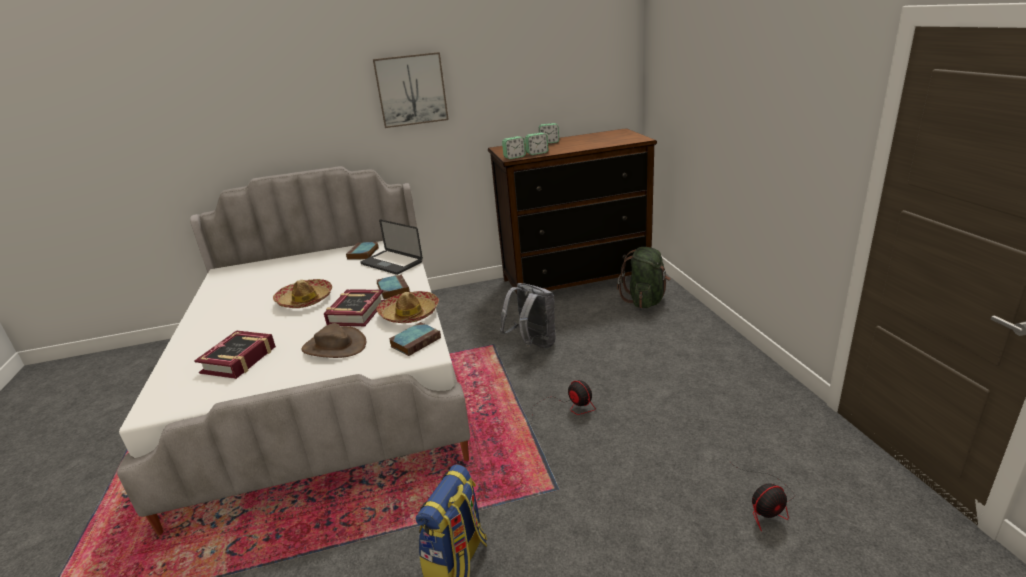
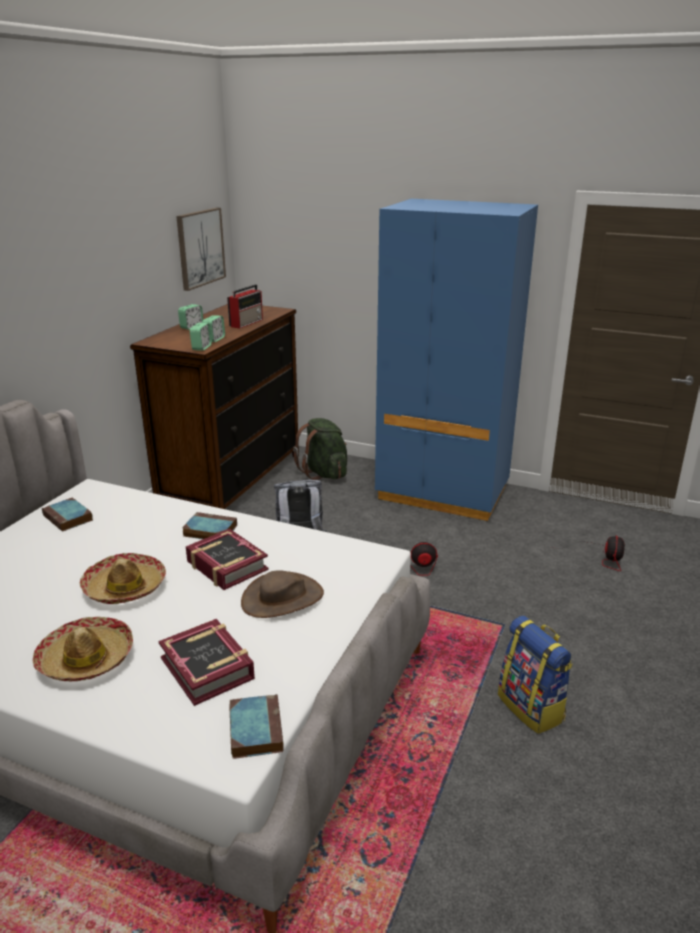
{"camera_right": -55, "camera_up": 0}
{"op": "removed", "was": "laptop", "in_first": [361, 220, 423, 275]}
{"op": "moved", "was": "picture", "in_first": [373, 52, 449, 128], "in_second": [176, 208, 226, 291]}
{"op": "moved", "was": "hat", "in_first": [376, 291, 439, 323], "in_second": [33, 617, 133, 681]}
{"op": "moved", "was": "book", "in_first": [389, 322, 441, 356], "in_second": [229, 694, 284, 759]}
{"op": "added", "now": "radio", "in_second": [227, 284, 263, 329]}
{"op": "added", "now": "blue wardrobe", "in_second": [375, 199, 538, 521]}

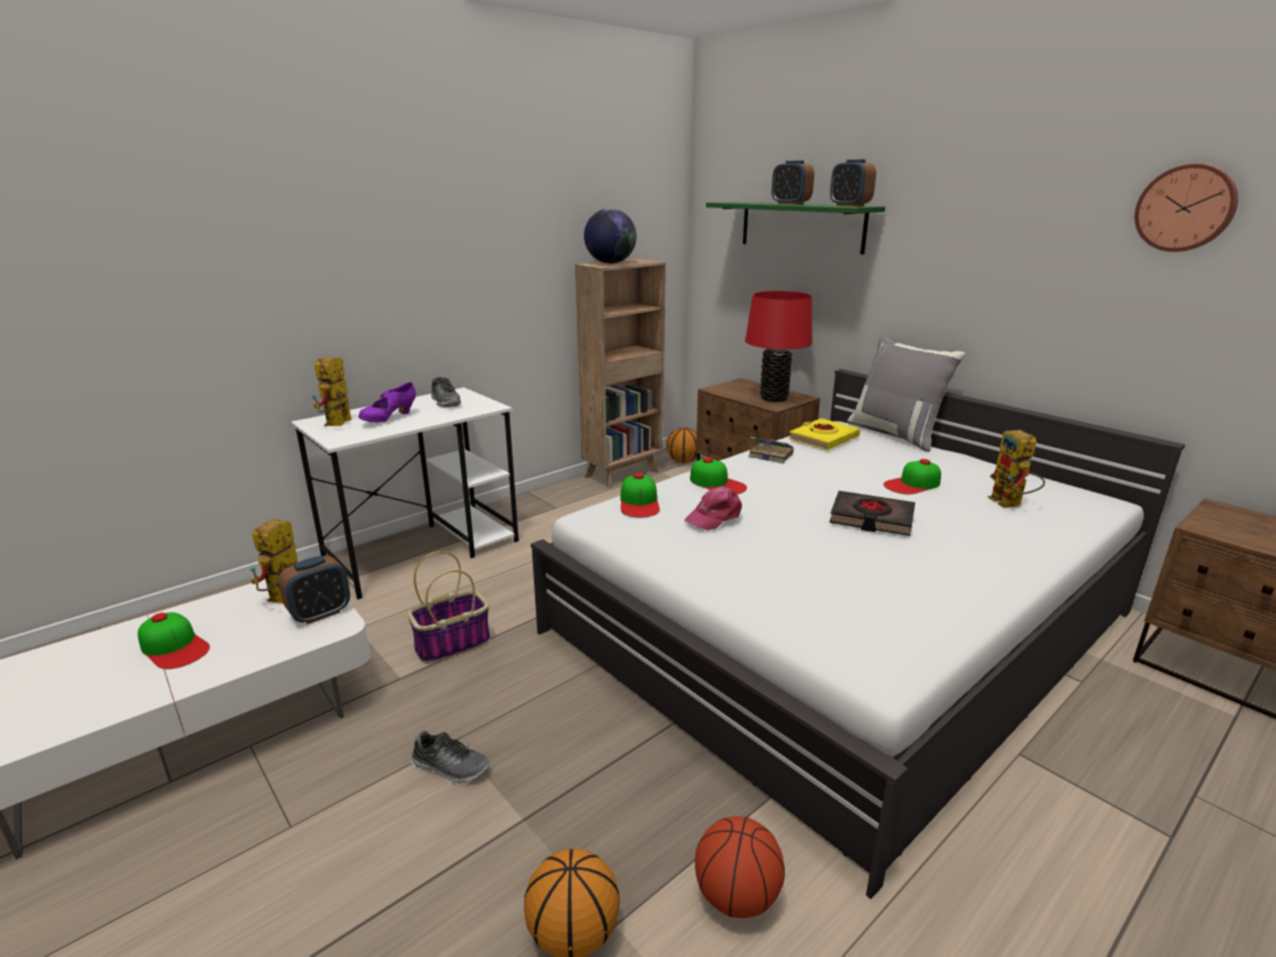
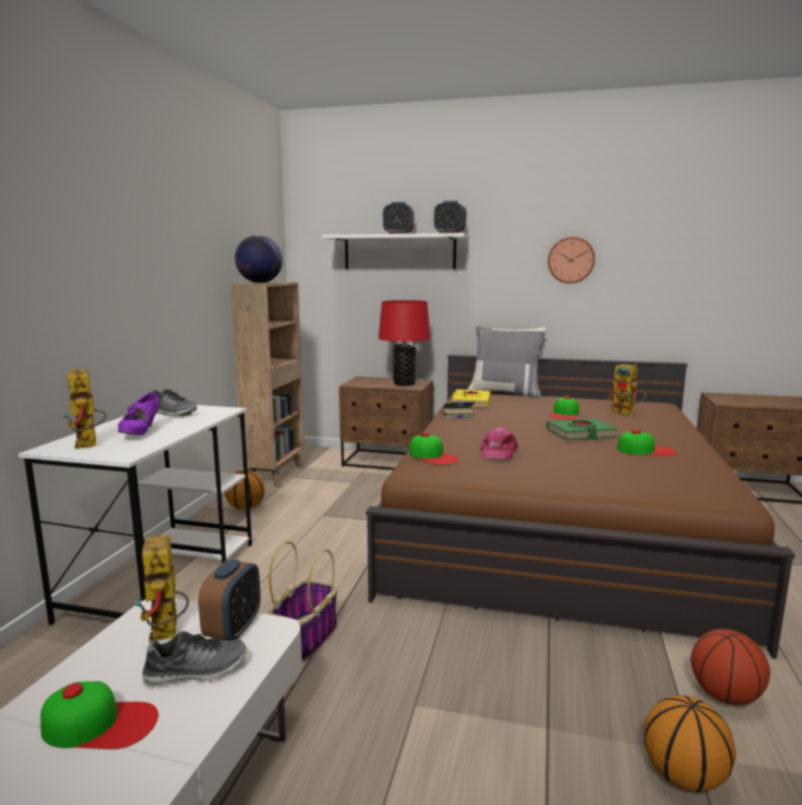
{"camera_right": -35, "camera_up": -10}
{"op": "moved", "was": "shoe", "in_first": [411, 731, 490, 784], "in_second": [142, 631, 247, 688]}
{"op": "recoloured", "was": "white bed", "now": "brown bed", "in_first": [531, 369, 1185, 899], "in_second": [366, 354, 795, 659]}
{"op": "moved", "was": "basketball", "in_first": [666, 427, 697, 463], "in_second": [225, 470, 265, 510]}
{"op": "moved", "was": "cap", "in_first": [690, 457, 747, 494], "in_second": [617, 429, 677, 456]}
{"op": "recoloured", "was": "green shelf", "now": "white shelf", "in_first": [706, 202, 885, 254], "in_second": [322, 233, 469, 269]}
{"op": "recoloured", "was": "black book", "now": "green book", "in_first": [829, 491, 915, 536], "in_second": [546, 418, 618, 440]}
{"op": "moved", "was": "wall clock", "in_first": [1135, 164, 1238, 252], "in_second": [548, 237, 595, 284]}

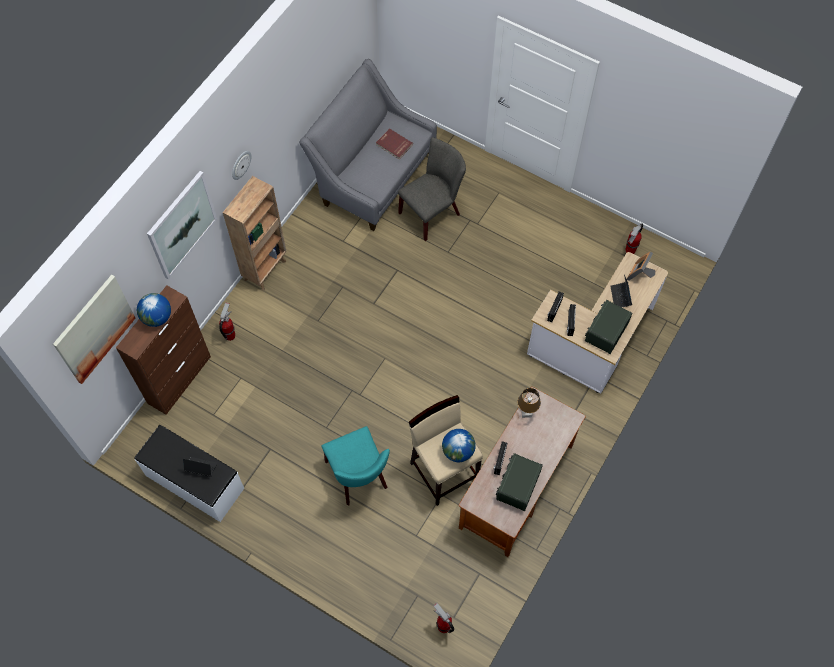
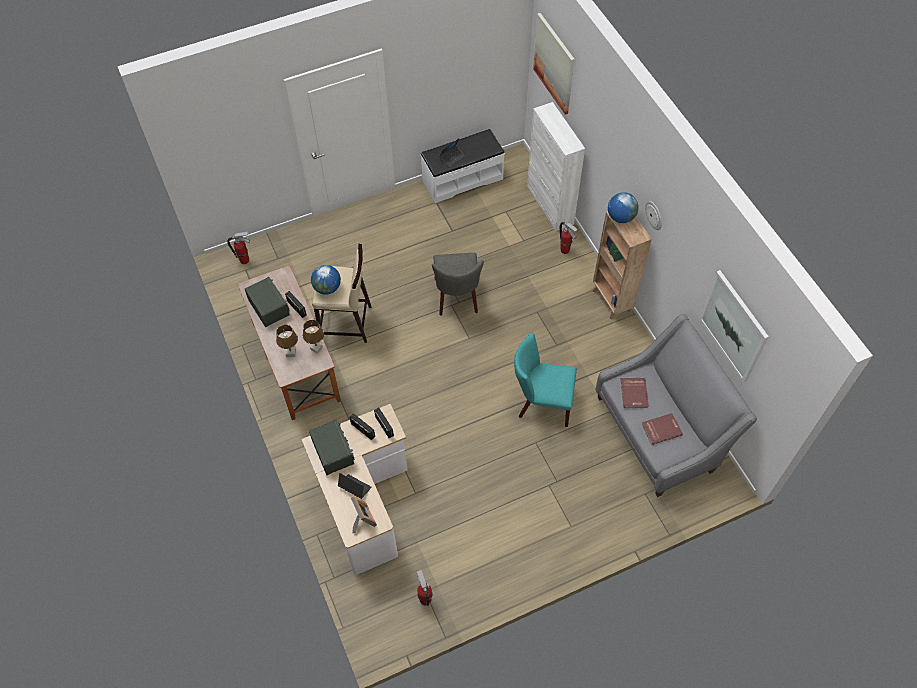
{"camera_right": 125, "camera_up": -5}
{"op": "recoloured", "was": "brown cabinet", "now": "white cabinet", "in_first": [116, 285, 211, 415], "in_second": [527, 102, 585, 231]}
{"op": "moved", "was": "globe", "in_first": [137, 293, 171, 327], "in_second": [608, 192, 639, 223]}
{"op": "moved", "was": "picture", "in_first": [147, 171, 217, 279], "in_second": [699, 270, 769, 382]}
{"op": "moved", "was": "turquoise chair", "in_first": [322, 426, 390, 505], "in_second": [514, 332, 577, 427]}
{"op": "moved", "was": "grey chair", "in_first": [398, 137, 466, 241], "in_second": [432, 253, 484, 316]}
{"op": "added", "now": "brown table lamp", "in_second": [276, 325, 298, 357]}
{"op": "added", "now": "red book", "in_second": [621, 378, 649, 408]}

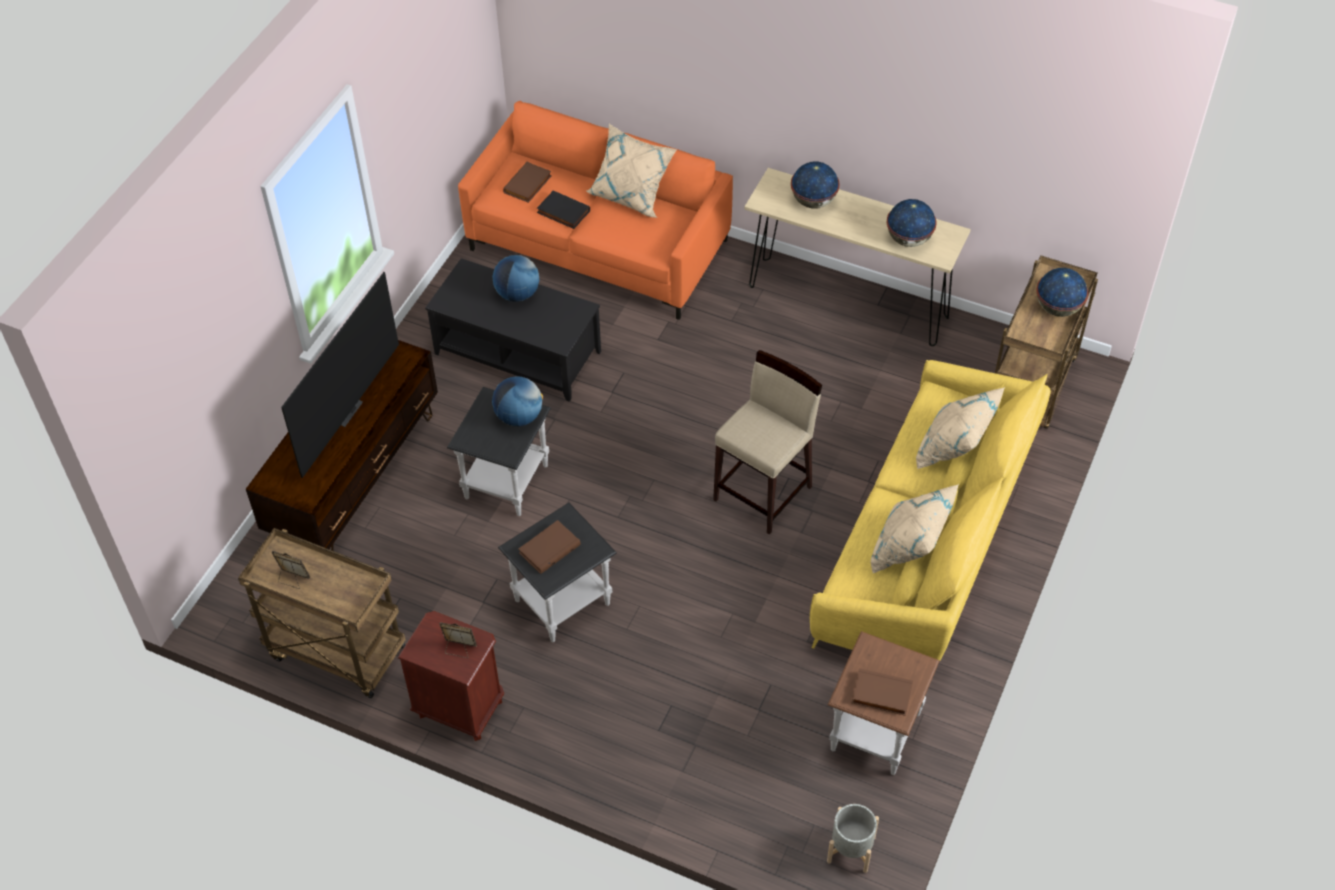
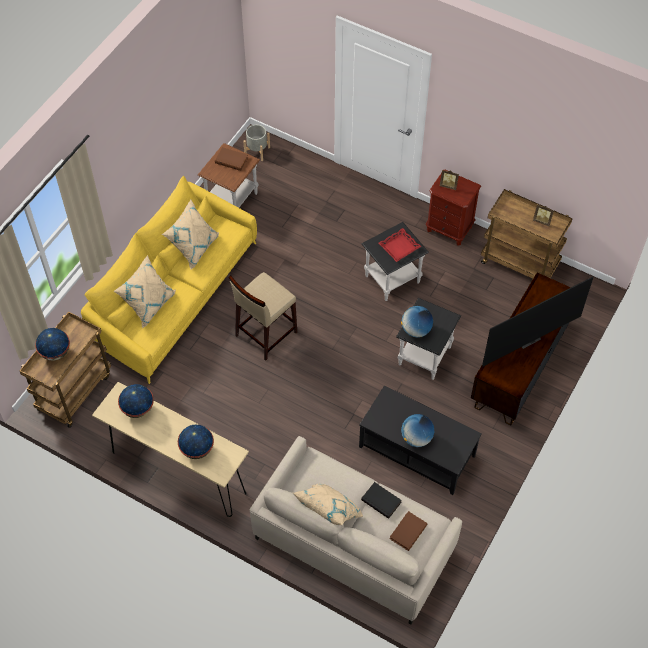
{"camera_right": -175, "camera_up": 5}
{"op": "turned", "was": "television", "in_first": [281, 272, 399, 478], "in_second": [482, 277, 594, 367], "clockwise": -150}
{"op": "recoloured", "was": "orange sofa", "now": "beige sofa", "in_first": [458, 101, 733, 320], "in_second": [250, 436, 462, 625]}
{"op": "replaced", "was": "brown book", "now": "red tray", "in_first": [518, 520, 581, 574], "in_second": [379, 228, 421, 262]}

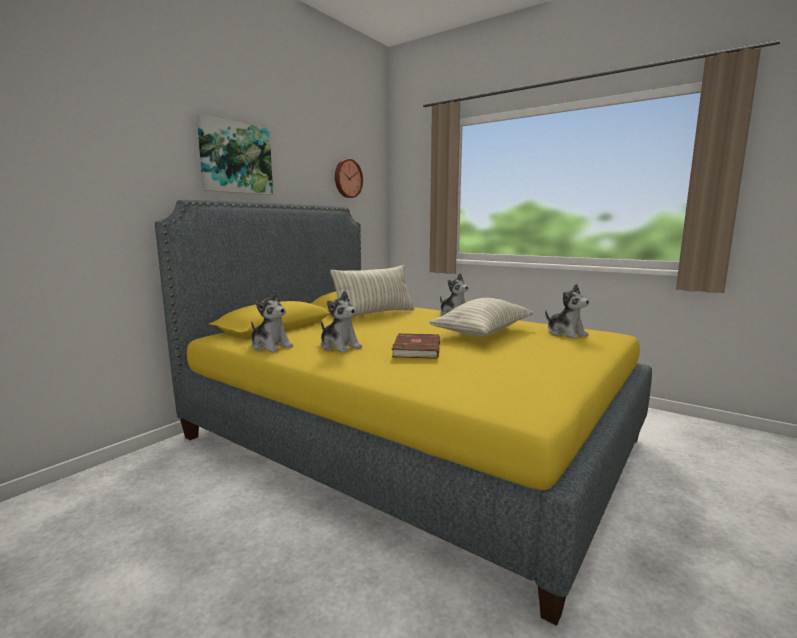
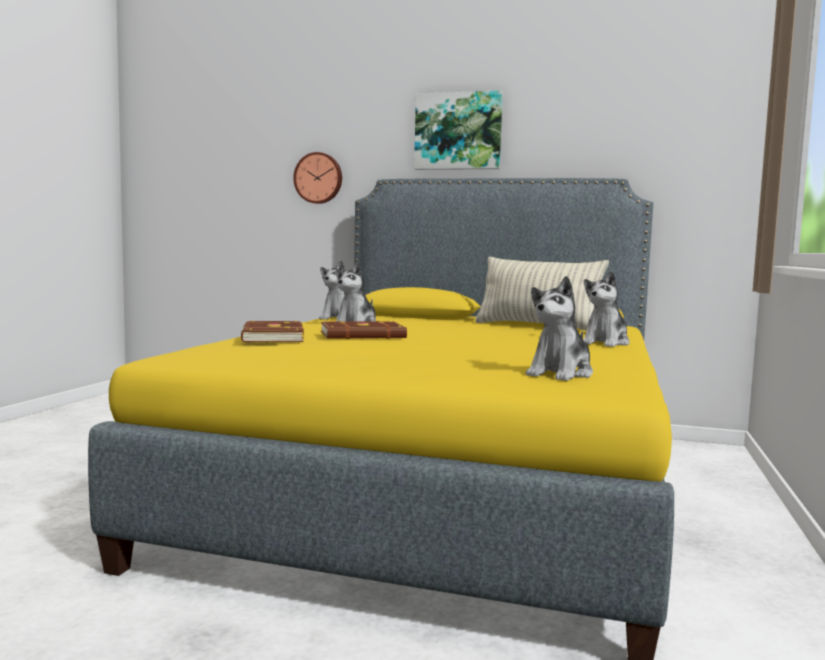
{"camera_right": 70, "camera_up": -5}
{"op": "moved", "was": "wall clock", "in_first": [335, 159, 363, 198], "in_second": [293, 152, 342, 204]}
{"op": "removed", "was": "pillow", "in_first": [429, 298, 533, 337]}
{"op": "added", "now": "brown book", "in_second": [241, 320, 304, 342]}

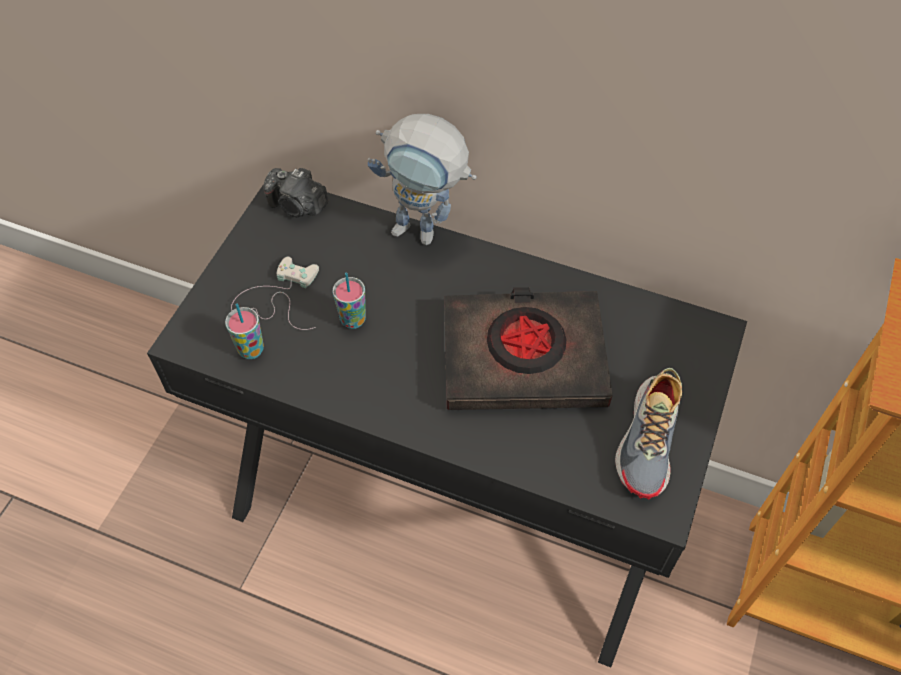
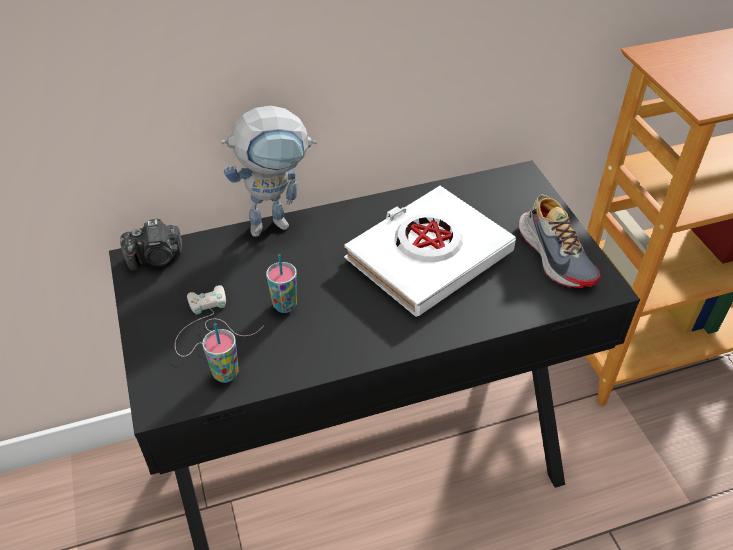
{"camera_right": -40, "camera_up": -10}
{"op": "recoloured", "was": "black book", "now": "white book", "in_first": [444, 287, 612, 410], "in_second": [344, 186, 516, 317]}

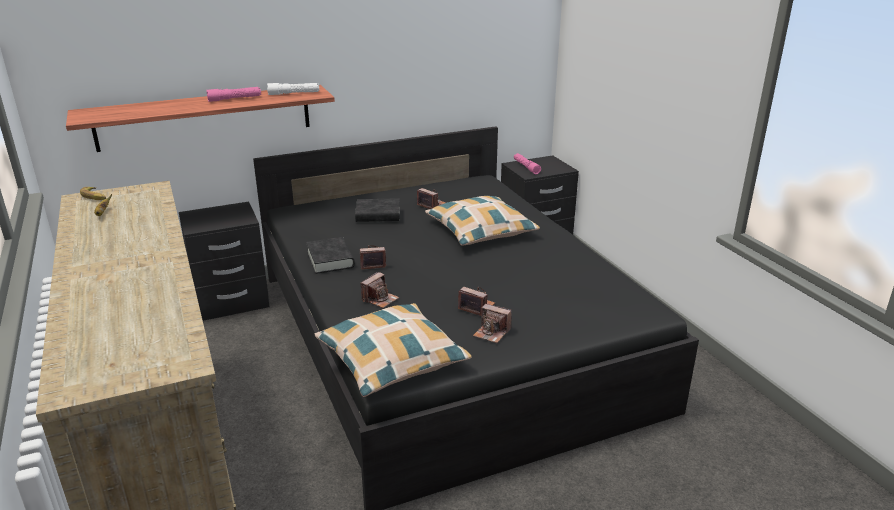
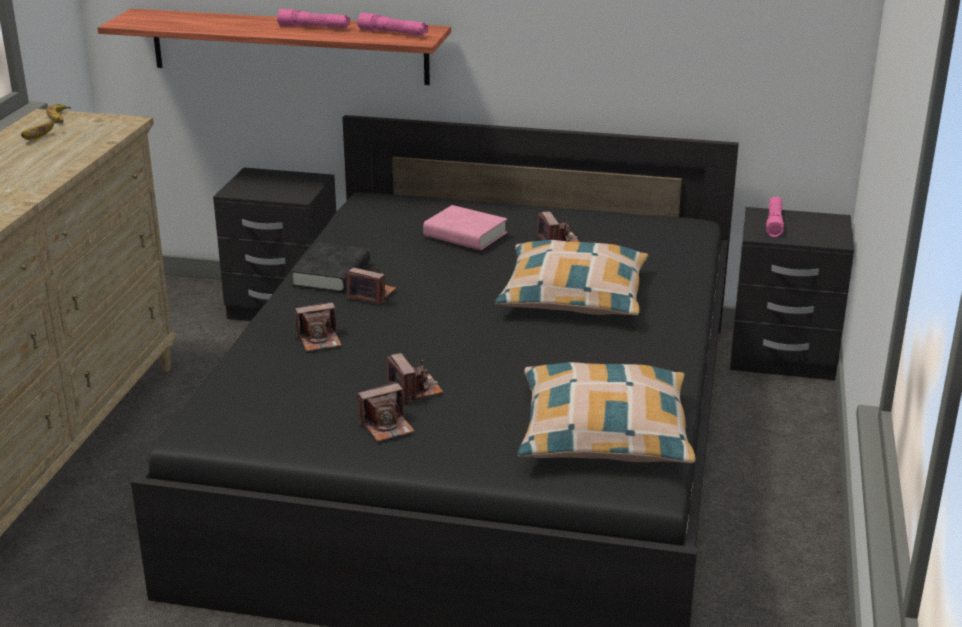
{"camera_right": 35, "camera_up": 0}
{"op": "recoloured", "was": "white flashlight", "now": "pink flashlight", "in_first": [267, 83, 319, 95], "in_second": [357, 13, 428, 36]}
{"op": "moved", "was": "pillow", "in_first": [315, 303, 472, 397], "in_second": [518, 362, 695, 463]}
{"op": "recoloured", "was": "black book", "now": "pink book", "in_first": [355, 198, 400, 222], "in_second": [423, 205, 507, 250]}
{"op": "turned", "was": "photo camera", "in_first": [473, 304, 512, 343], "in_second": [358, 382, 415, 442], "clockwise": -90}

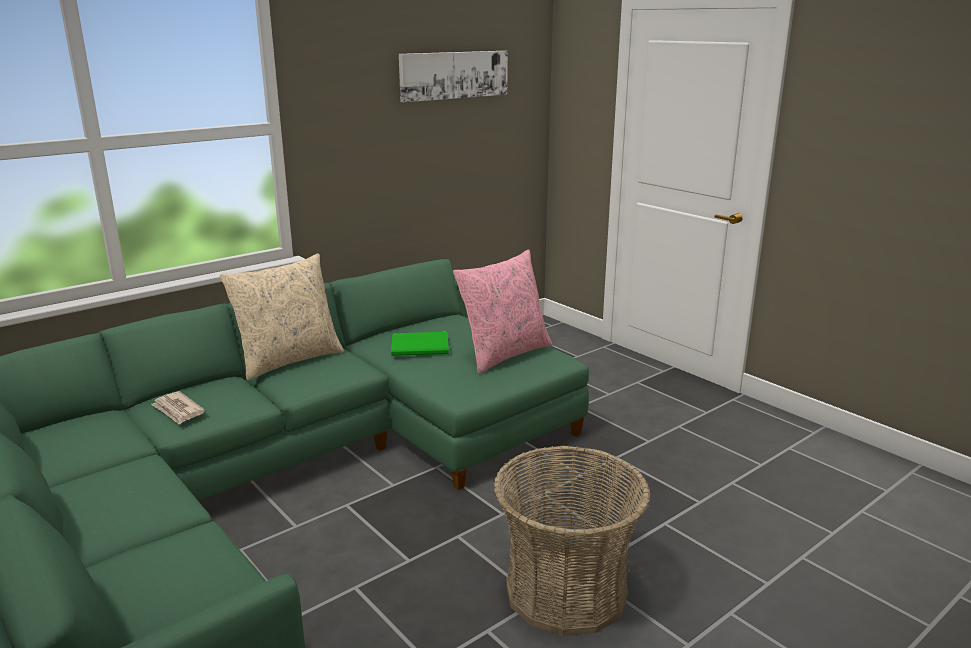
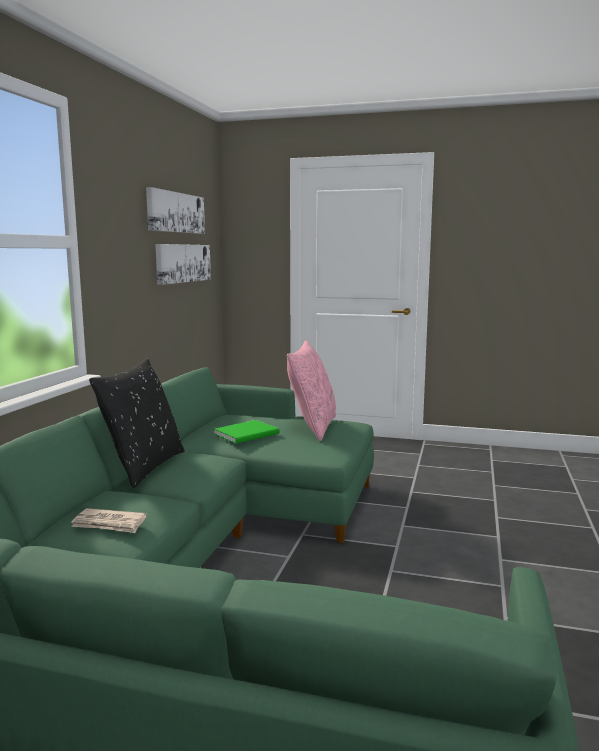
{"camera_right": -35, "camera_up": -10}
{"op": "recoloured", "was": "beige pillow", "now": "black pillow", "in_first": [220, 253, 344, 380], "in_second": [89, 358, 185, 488]}
{"op": "removed", "was": "basket", "in_first": [493, 445, 651, 636]}
{"op": "added", "now": "picture", "in_second": [155, 244, 211, 285]}

